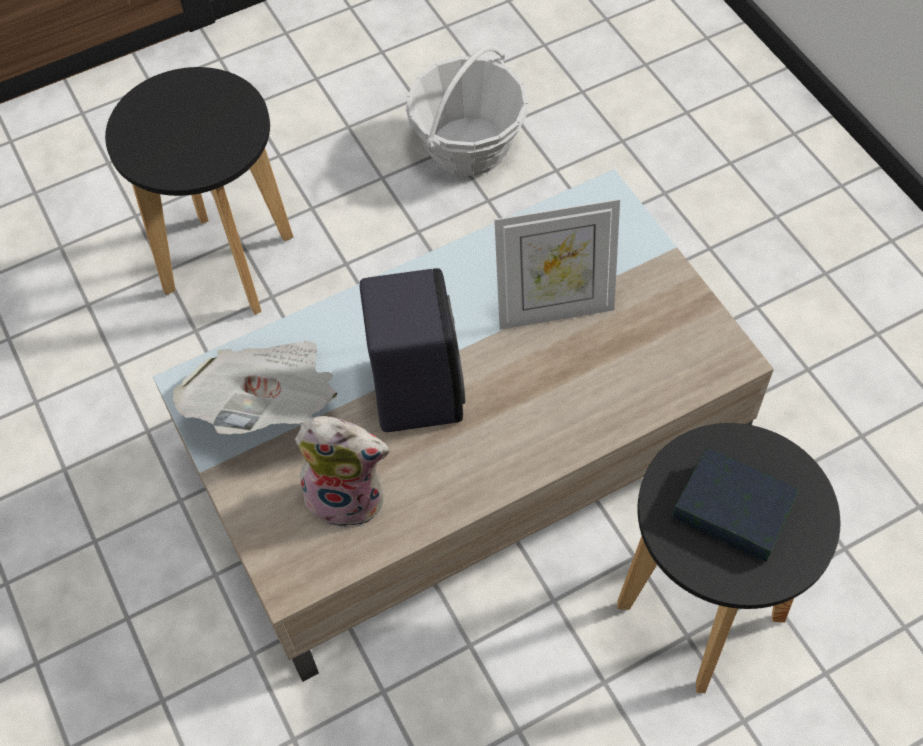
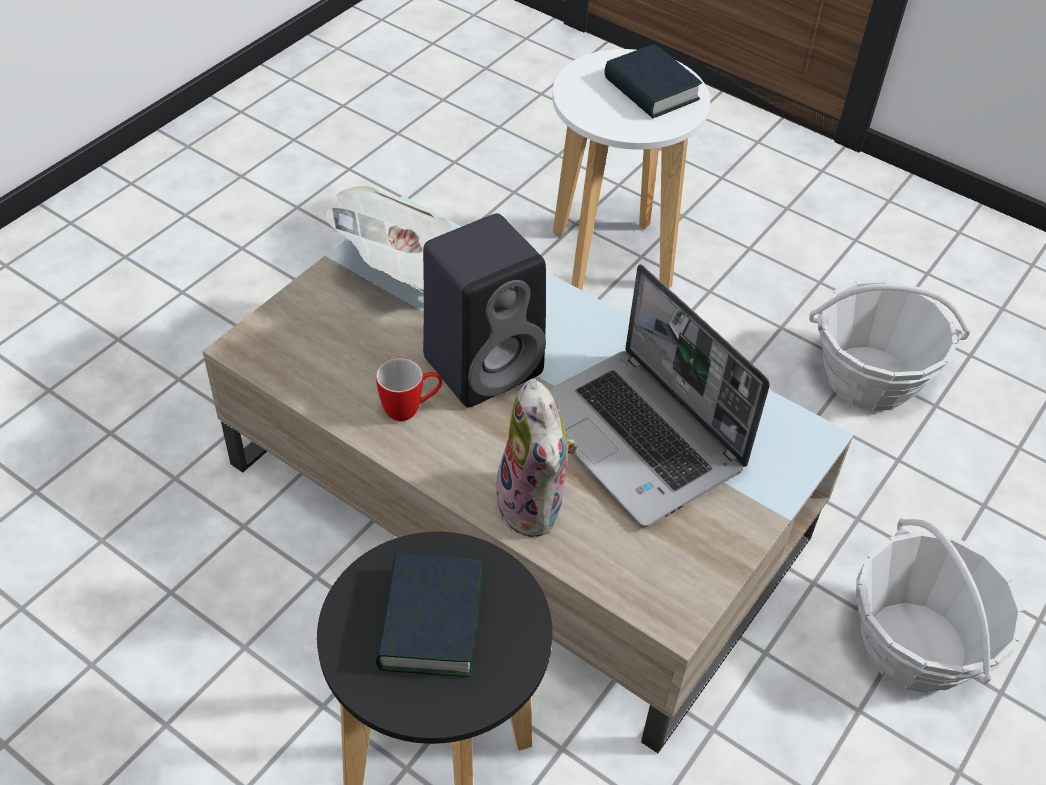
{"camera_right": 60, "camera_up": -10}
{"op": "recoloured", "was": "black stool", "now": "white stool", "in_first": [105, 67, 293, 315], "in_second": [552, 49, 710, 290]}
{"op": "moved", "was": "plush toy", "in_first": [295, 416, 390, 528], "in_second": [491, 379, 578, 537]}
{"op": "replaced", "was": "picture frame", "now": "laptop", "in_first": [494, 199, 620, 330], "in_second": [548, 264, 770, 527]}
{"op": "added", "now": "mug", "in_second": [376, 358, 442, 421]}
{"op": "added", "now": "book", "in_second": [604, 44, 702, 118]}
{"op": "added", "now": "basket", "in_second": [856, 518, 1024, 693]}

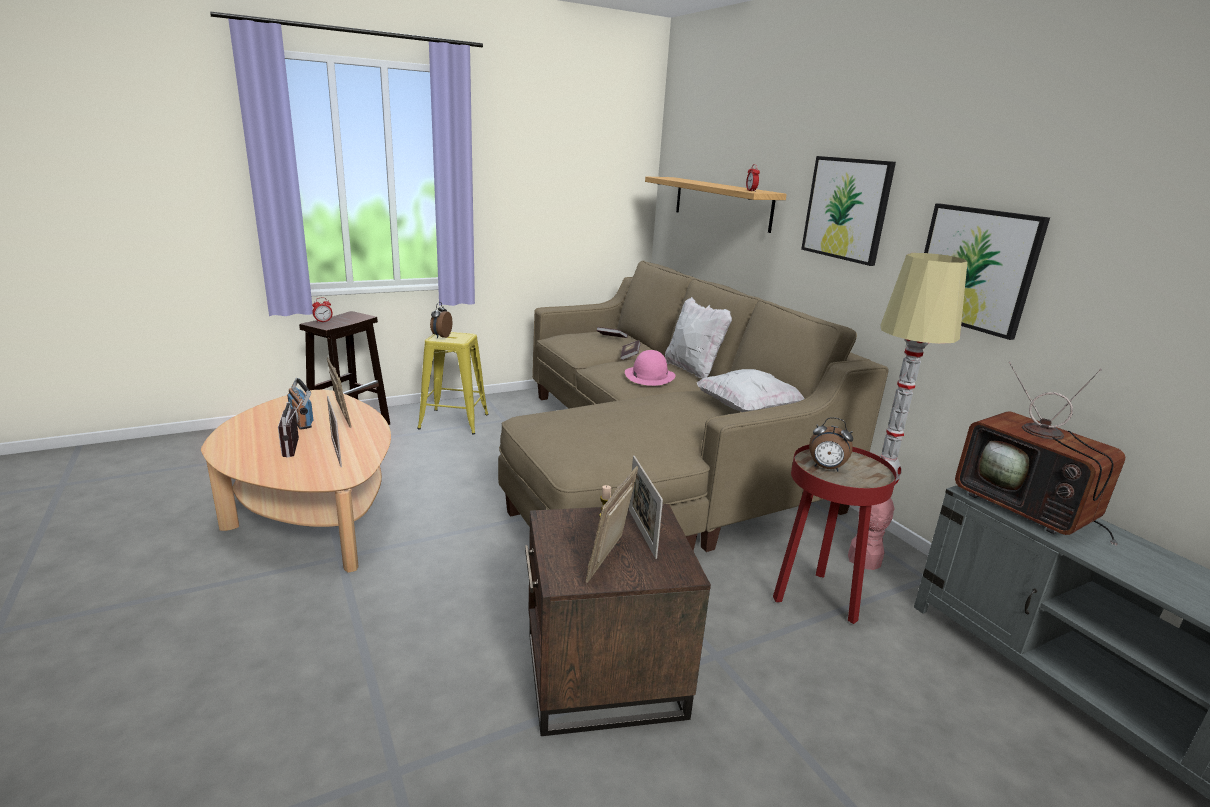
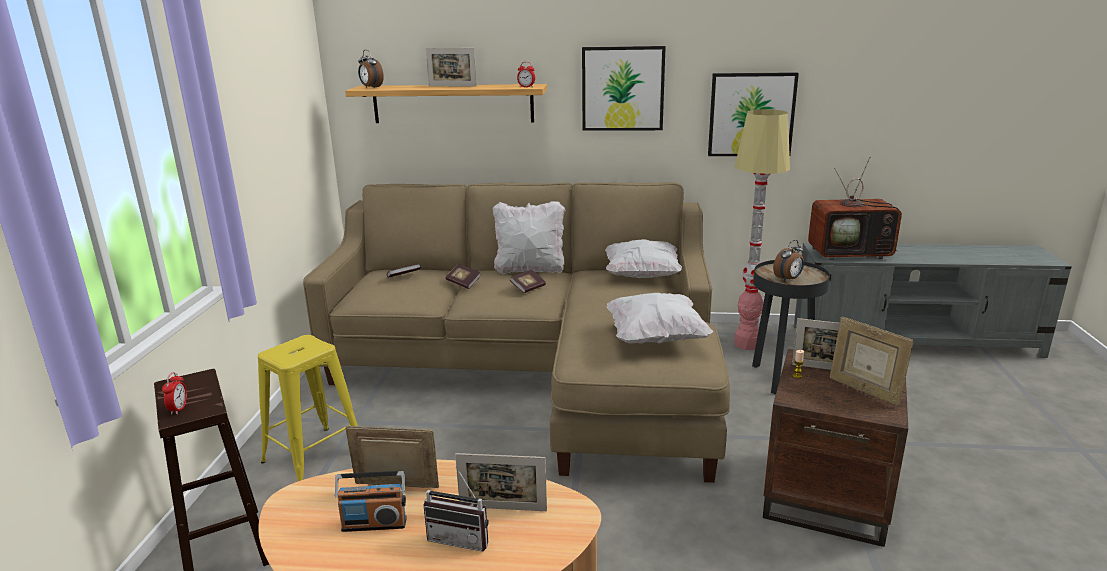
{"camera_right": -55, "camera_up": 0}
{"op": "moved", "was": "alarm clock", "in_first": [430, 302, 452, 338], "in_second": [358, 50, 384, 89]}
{"op": "replaced", "was": "pink hat", "now": "book", "in_first": [625, 350, 676, 386], "in_second": [510, 270, 546, 293]}
{"op": "recoloured", "was": "red side table", "now": "black side table", "in_first": [773, 445, 897, 624], "in_second": [752, 260, 830, 394]}
{"op": "added", "now": "picture frame", "in_second": [426, 48, 477, 87]}
{"op": "added", "now": "white pillow", "in_second": [607, 293, 713, 344]}

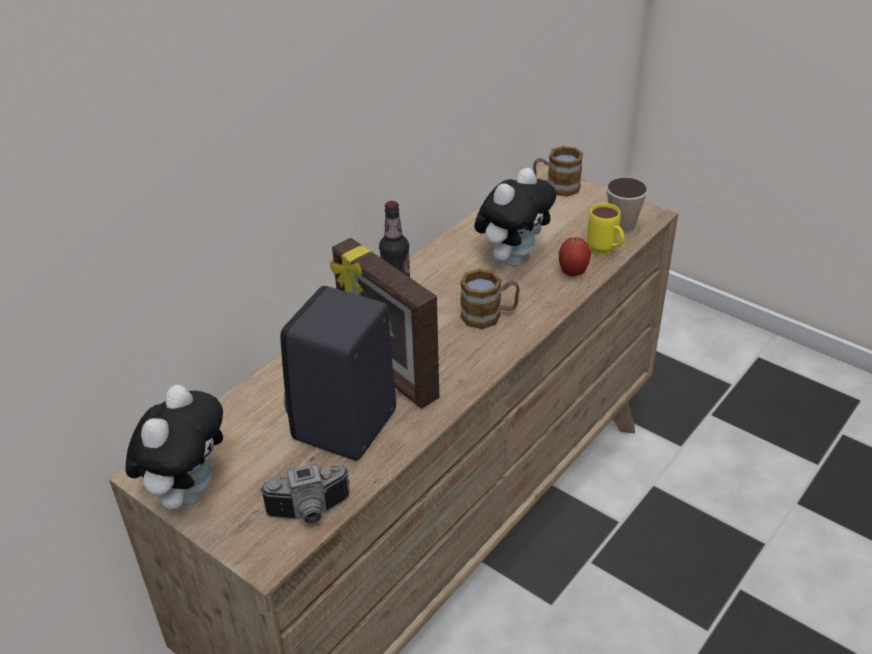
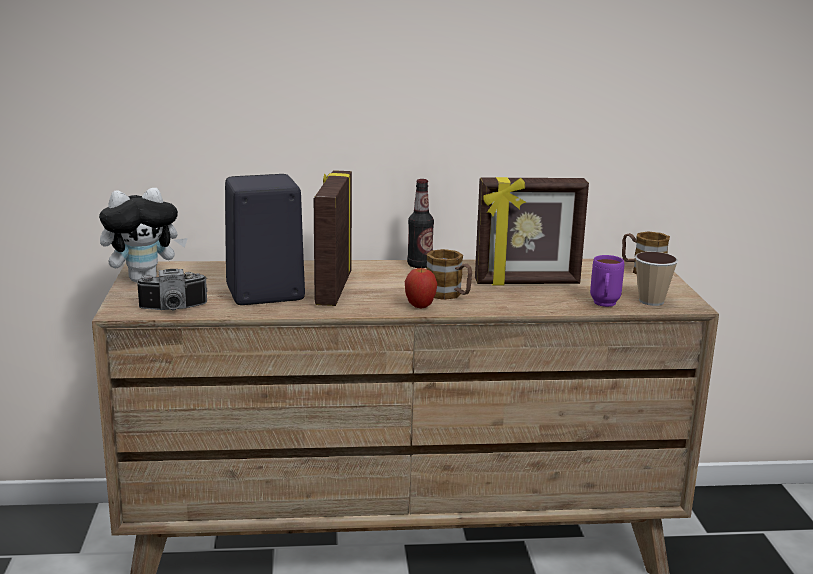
{"camera_right": 45, "camera_up": -20}
{"op": "turned", "was": "photo camera", "in_first": [259, 464, 350, 524], "in_second": [135, 269, 207, 310], "clockwise": -45}
{"op": "replaced", "was": "plush toy", "now": "picture frame", "in_first": [474, 168, 556, 266], "in_second": [475, 177, 589, 286]}
{"op": "moved", "was": "apple", "in_first": [559, 237, 591, 277], "in_second": [405, 266, 437, 308]}
{"op": "recoloured", "was": "yellow mug", "now": "purple mug", "in_first": [587, 203, 624, 255], "in_second": [590, 255, 624, 307]}

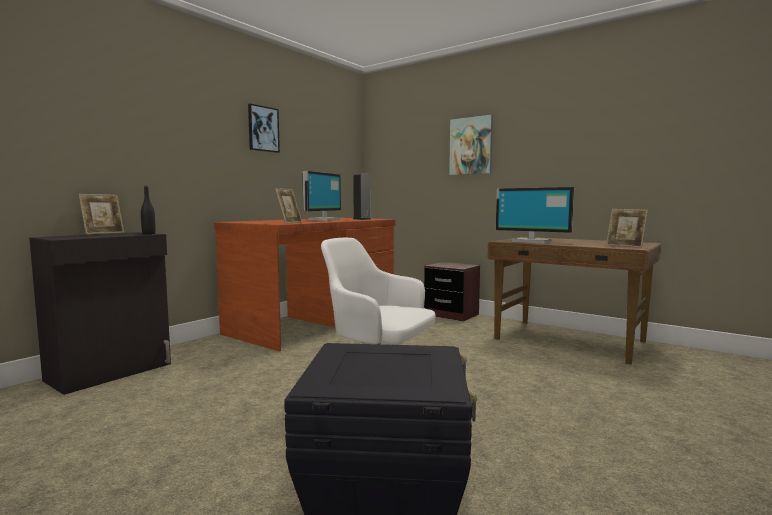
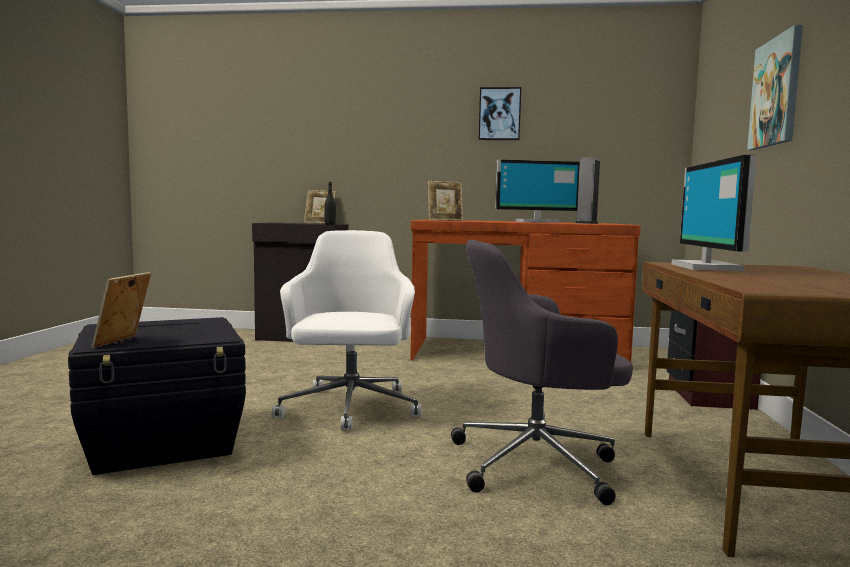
{"camera_right": 60, "camera_up": 0}
{"op": "moved", "was": "picture frame", "in_first": [606, 209, 648, 248], "in_second": [91, 272, 151, 349]}
{"op": "added", "now": "grey office chair", "in_second": [451, 240, 633, 505]}

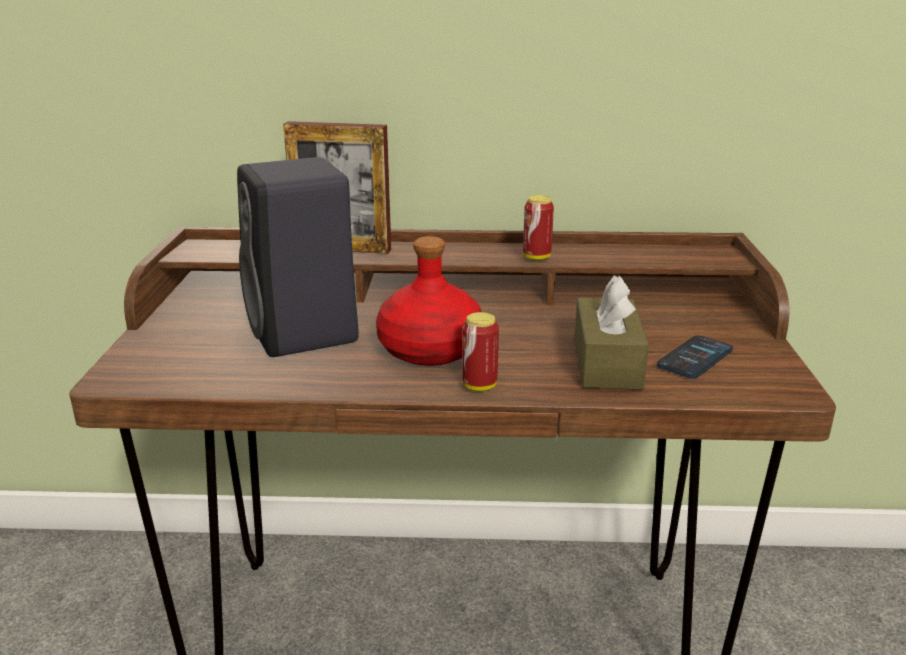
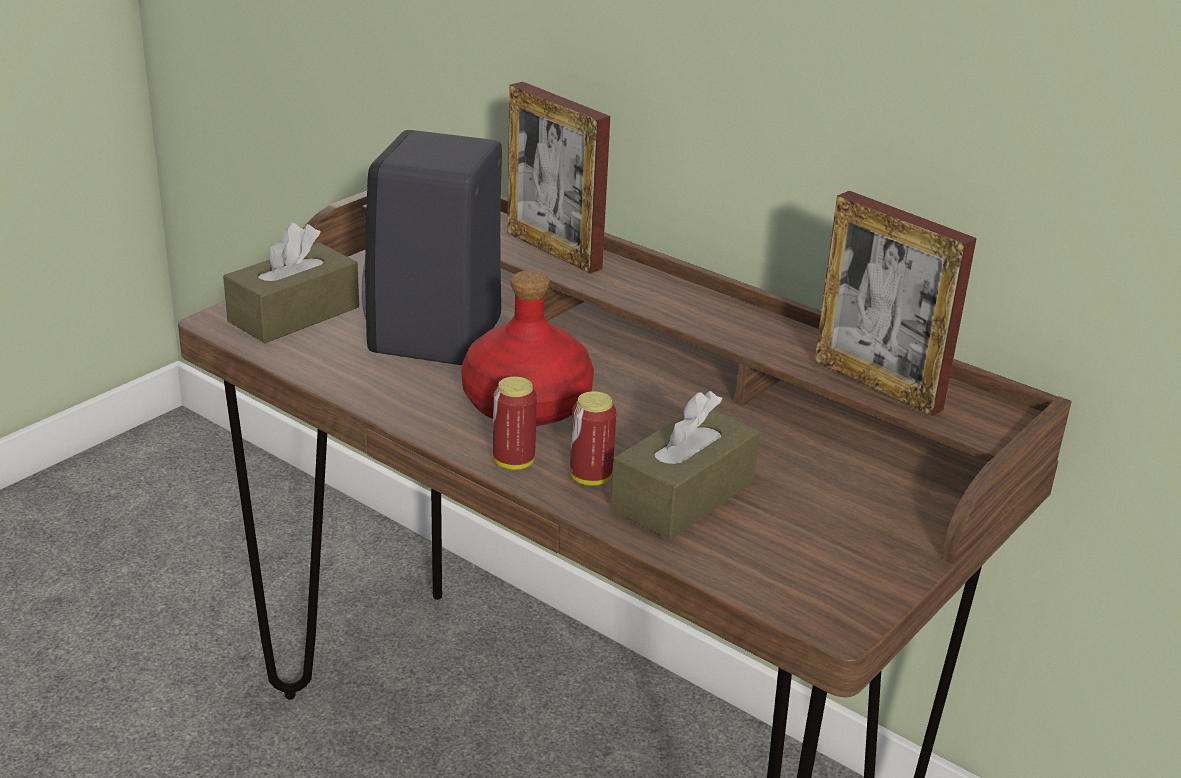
{"camera_right": 35, "camera_up": 5}
{"op": "moved", "was": "can", "in_first": [523, 195, 554, 260], "in_second": [570, 391, 616, 486]}
{"op": "removed", "was": "phone", "in_first": [657, 335, 733, 379]}
{"op": "added", "now": "brown tissue box", "in_second": [223, 223, 359, 343]}
{"op": "added", "now": "picture frame", "in_second": [814, 191, 977, 416]}

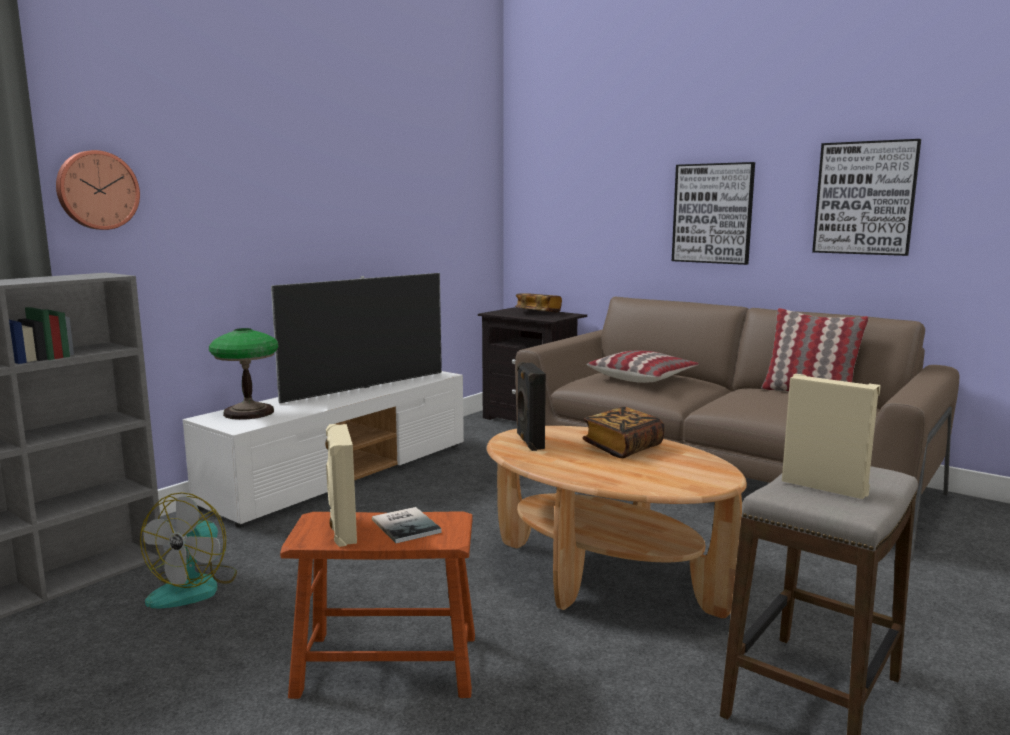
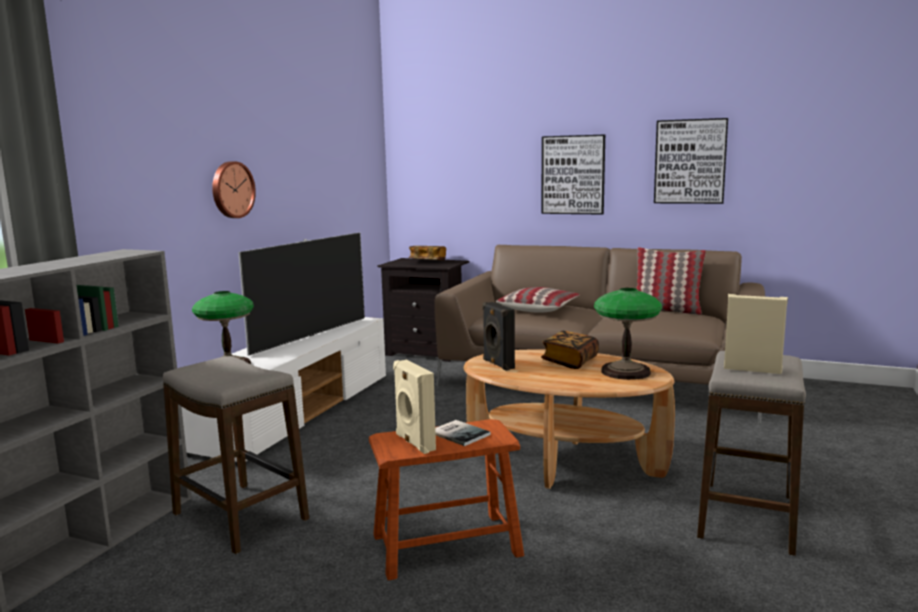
{"camera_right": -15, "camera_up": 0}
{"op": "moved", "was": "wall clock", "in_first": [56, 150, 140, 230], "in_second": [212, 161, 256, 218]}
{"op": "replaced", "was": "fan", "now": "stool", "in_first": [140, 492, 237, 608], "in_second": [163, 356, 309, 554]}
{"op": "added", "now": "table lamp", "in_second": [594, 288, 662, 380]}

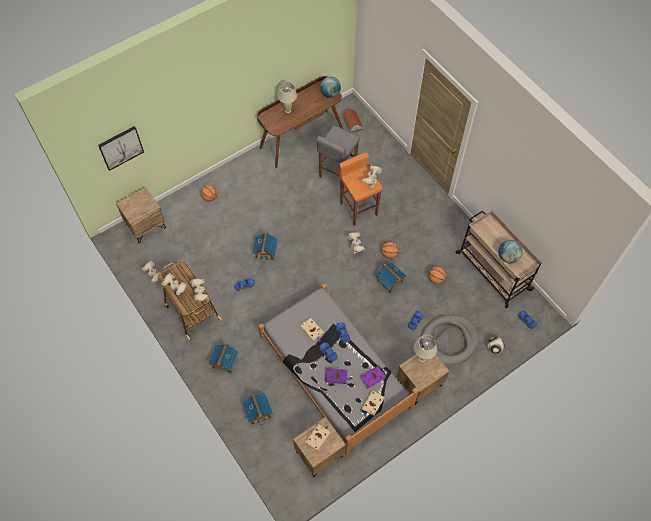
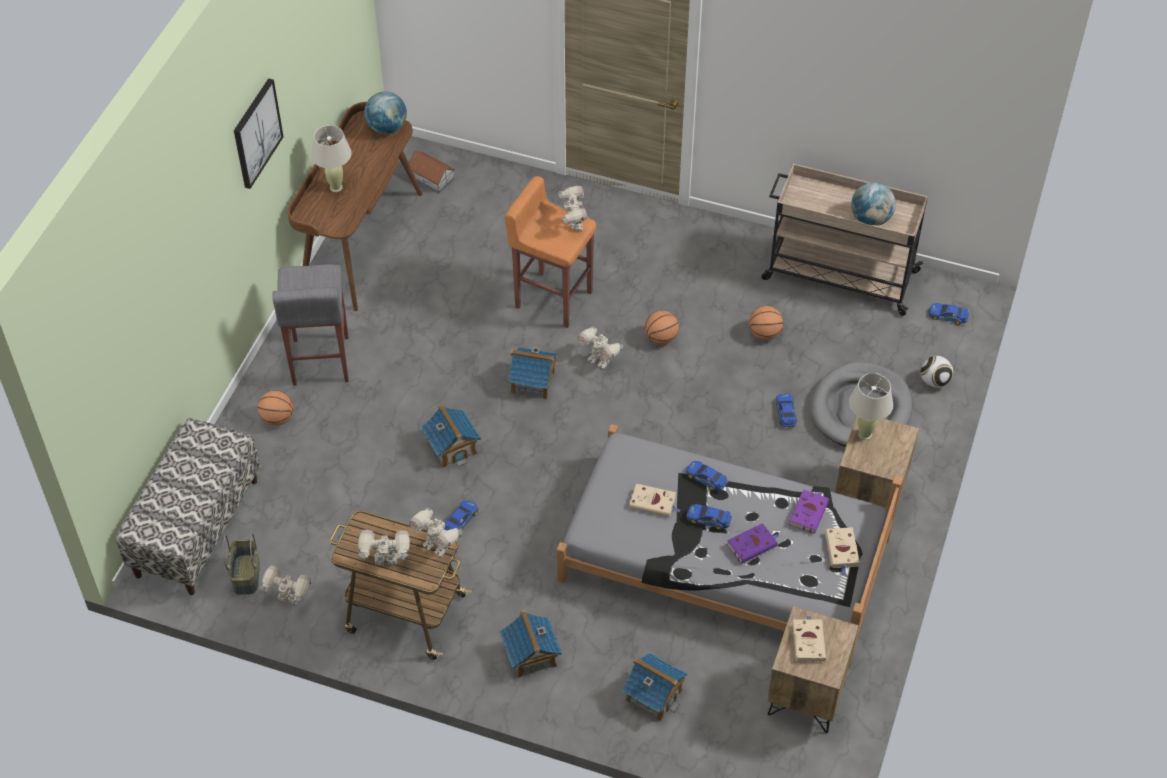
{"camera_right": -35, "camera_up": -10}
{"op": "moved", "was": "picture", "in_first": [98, 126, 144, 171], "in_second": [234, 78, 283, 189]}
{"op": "replaced", "was": "brown nightstand", "now": "bench", "in_first": [116, 187, 166, 243], "in_second": [116, 418, 260, 595]}
{"op": "moved", "was": "grey stool", "in_first": [316, 126, 360, 178], "in_second": [273, 264, 349, 386]}
{"op": "moved", "was": "toy house", "in_first": [376, 263, 406, 293], "in_second": [508, 347, 557, 400]}
{"op": "added", "now": "basket", "in_second": [223, 533, 259, 595]}

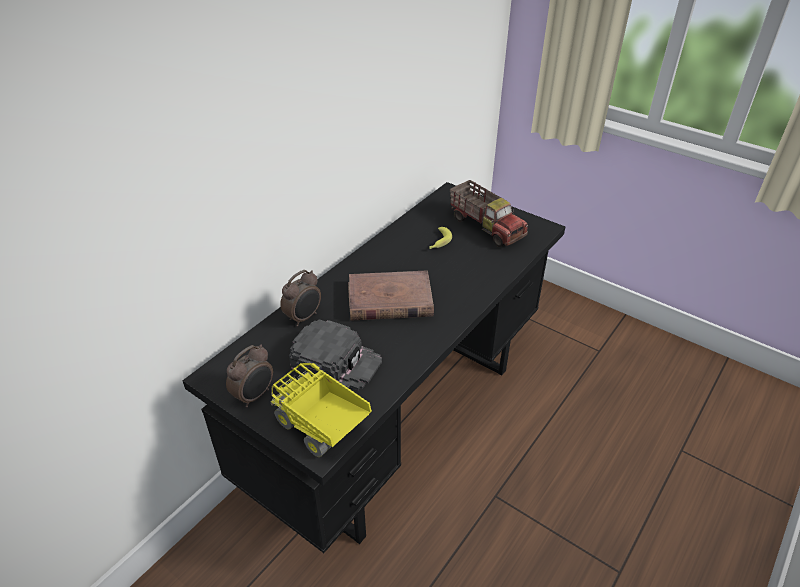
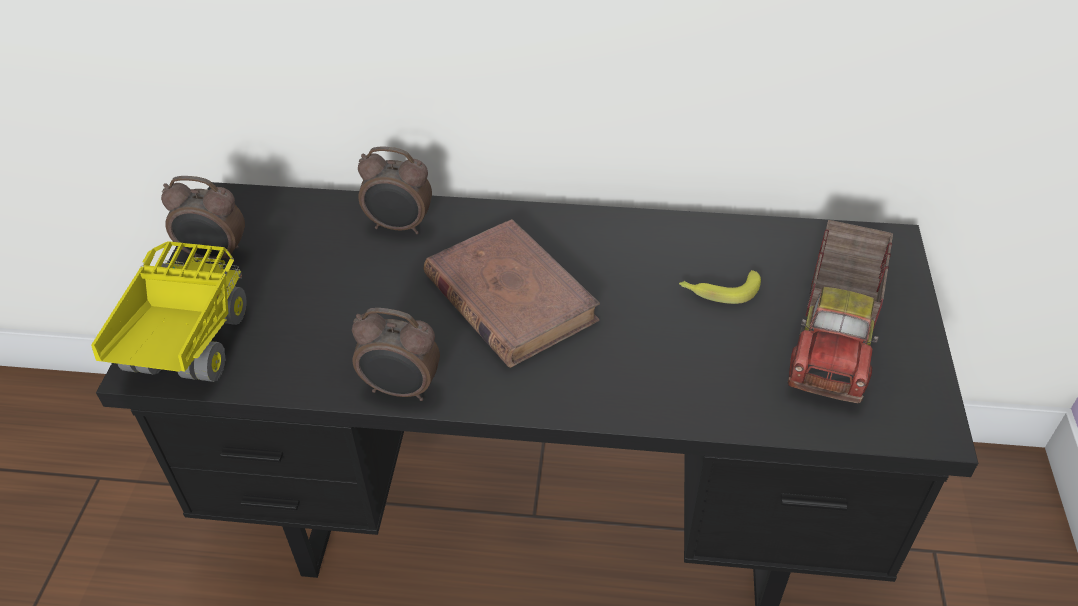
{"camera_right": 60, "camera_up": 5}
{"op": "removed", "was": "black cap", "in_first": [289, 319, 382, 390]}
{"op": "added", "now": "alarm clock", "in_second": [352, 308, 440, 401]}

